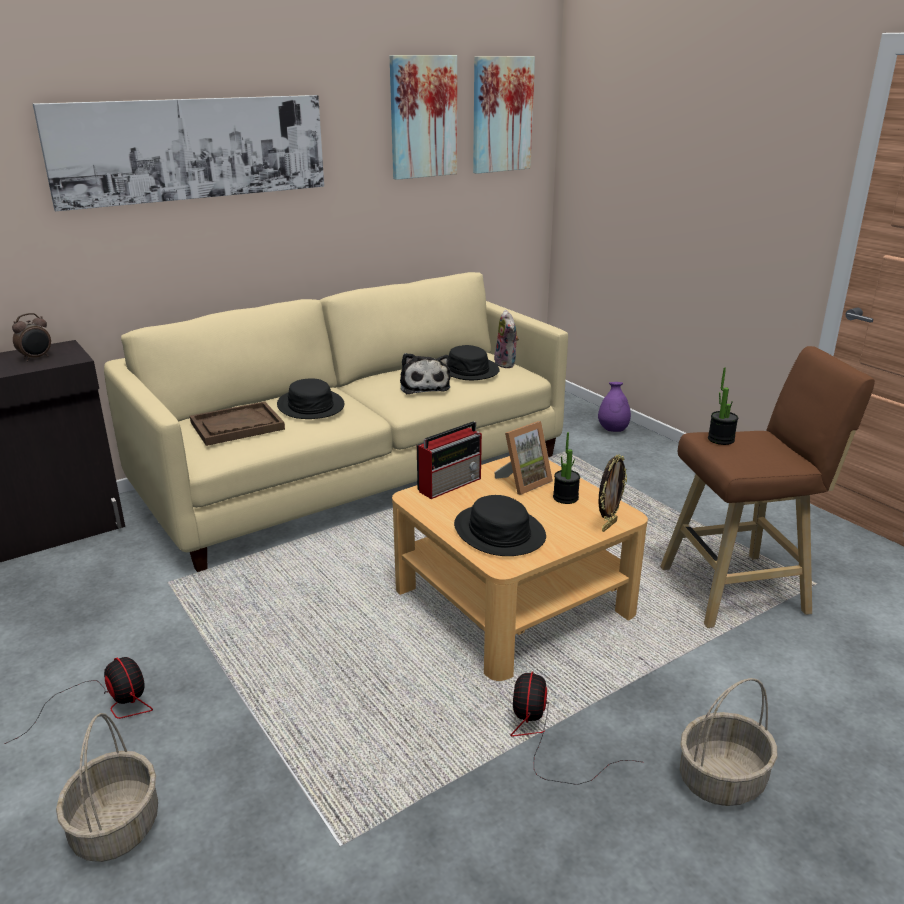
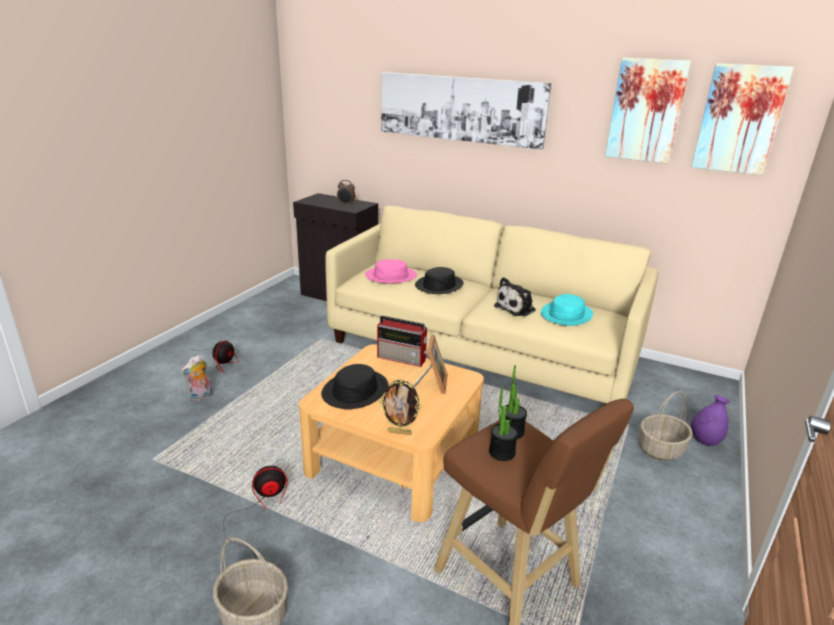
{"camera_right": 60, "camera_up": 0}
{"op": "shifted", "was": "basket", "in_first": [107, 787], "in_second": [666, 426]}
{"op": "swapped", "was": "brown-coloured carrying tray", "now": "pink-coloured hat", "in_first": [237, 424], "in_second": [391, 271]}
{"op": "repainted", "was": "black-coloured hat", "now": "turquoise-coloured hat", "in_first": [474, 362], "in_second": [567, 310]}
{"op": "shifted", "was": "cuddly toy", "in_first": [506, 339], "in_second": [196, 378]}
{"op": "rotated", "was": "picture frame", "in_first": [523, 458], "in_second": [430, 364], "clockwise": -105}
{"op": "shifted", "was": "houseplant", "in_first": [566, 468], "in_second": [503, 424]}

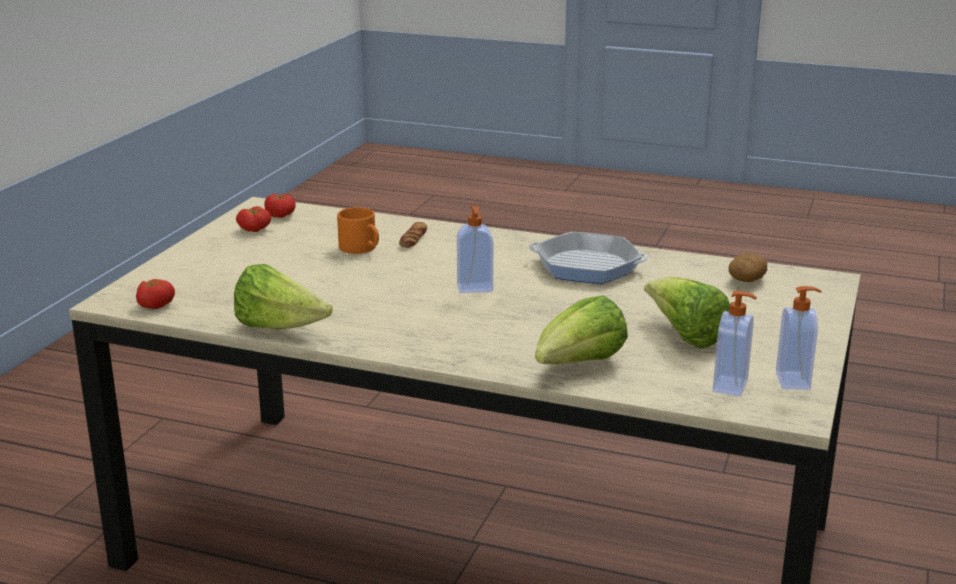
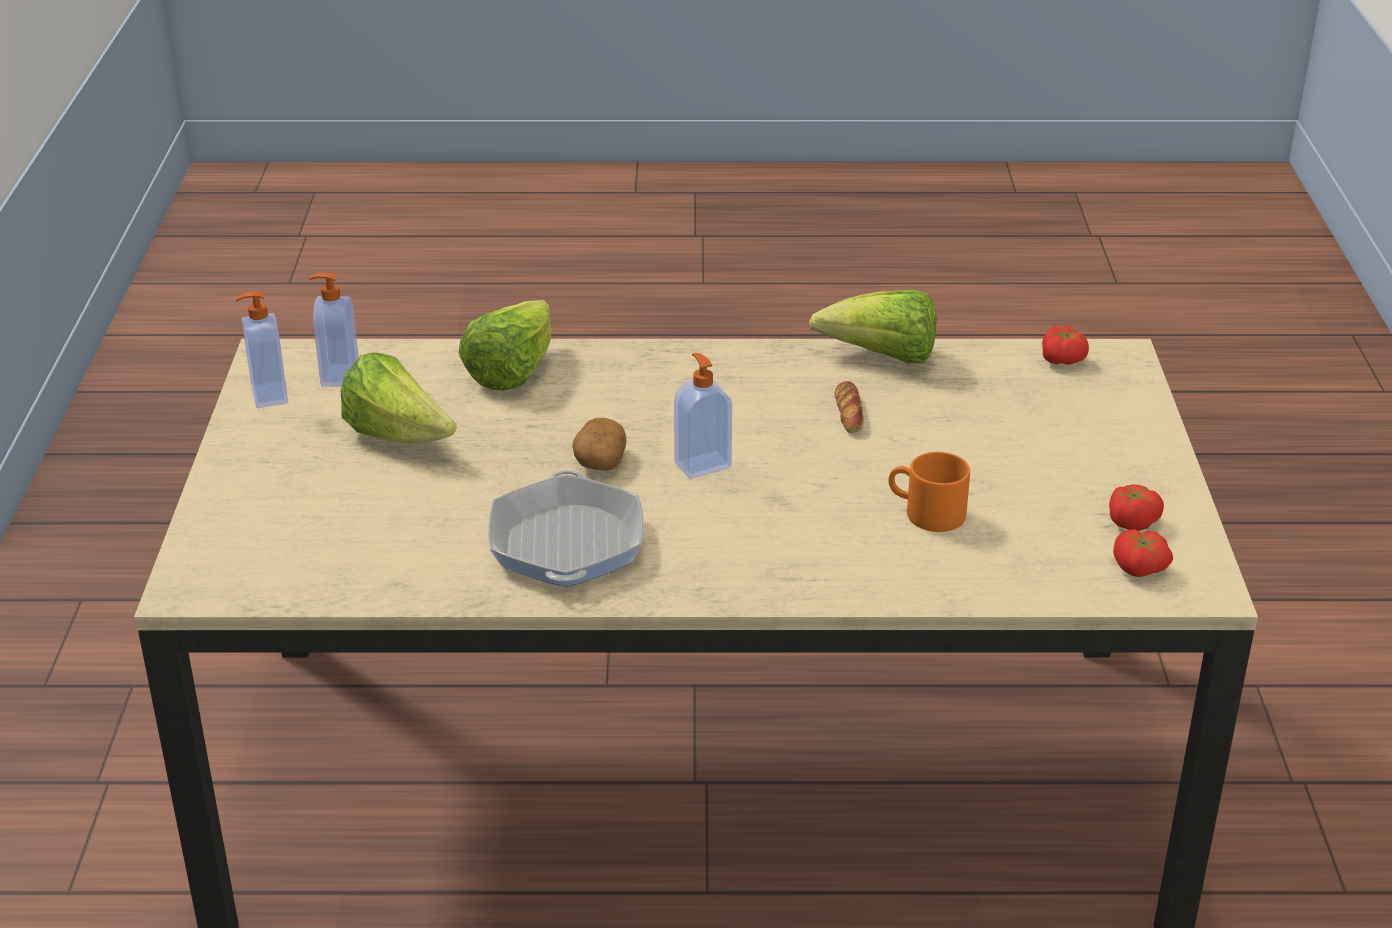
{"camera_right": 160, "camera_up": 10}
{"op": "shifted", "was": "bakery bread", "in_first": [413, 235], "in_second": [849, 407]}
{"op": "rotated", "was": "frying pan", "in_first": [588, 258], "in_second": [565, 528], "clockwise": -90}
{"op": "shifted", "was": "potato", "in_first": [748, 267], "in_second": [600, 444]}

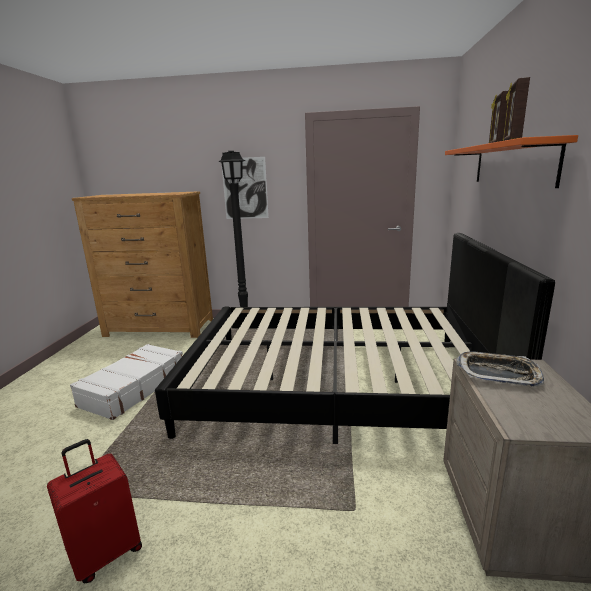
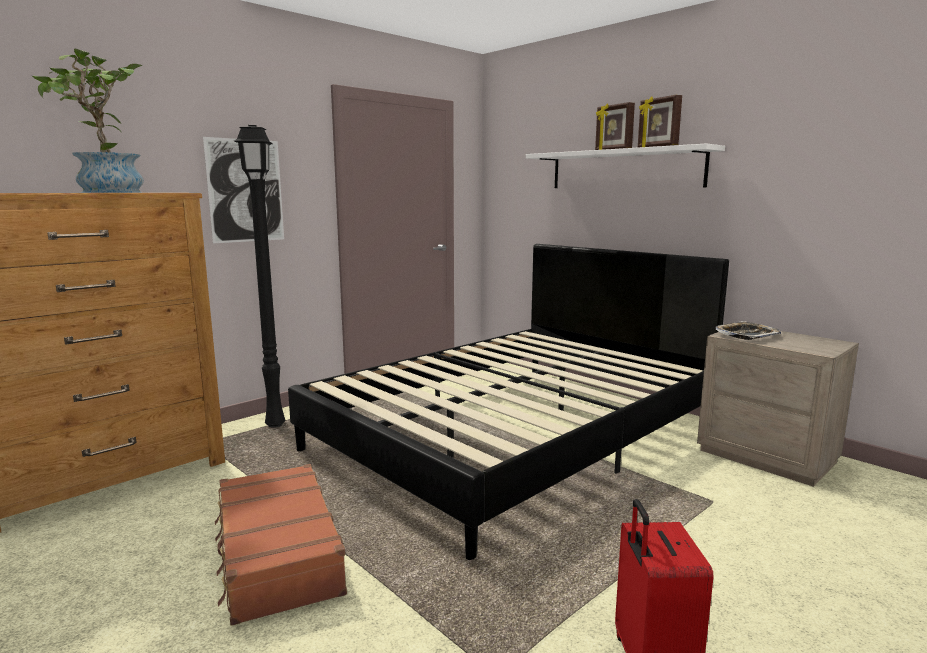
{"camera_right": -50, "camera_up": -5}
{"op": "repainted", "was": "white suitcase", "now": "brown-coloured suitcase", "in_first": [126, 382], "in_second": [281, 545]}
{"op": "repainted", "was": "orange-coloured shelf", "now": "white shelf", "in_first": [511, 161], "in_second": [625, 165]}
{"op": "new", "now": "houseplant", "in_second": [88, 121]}

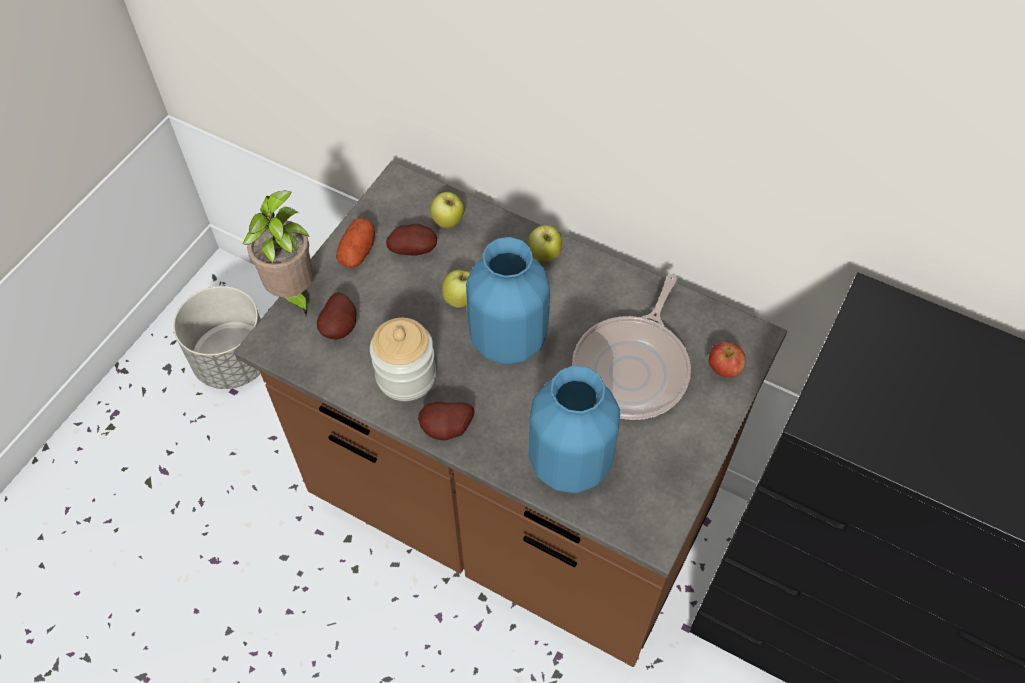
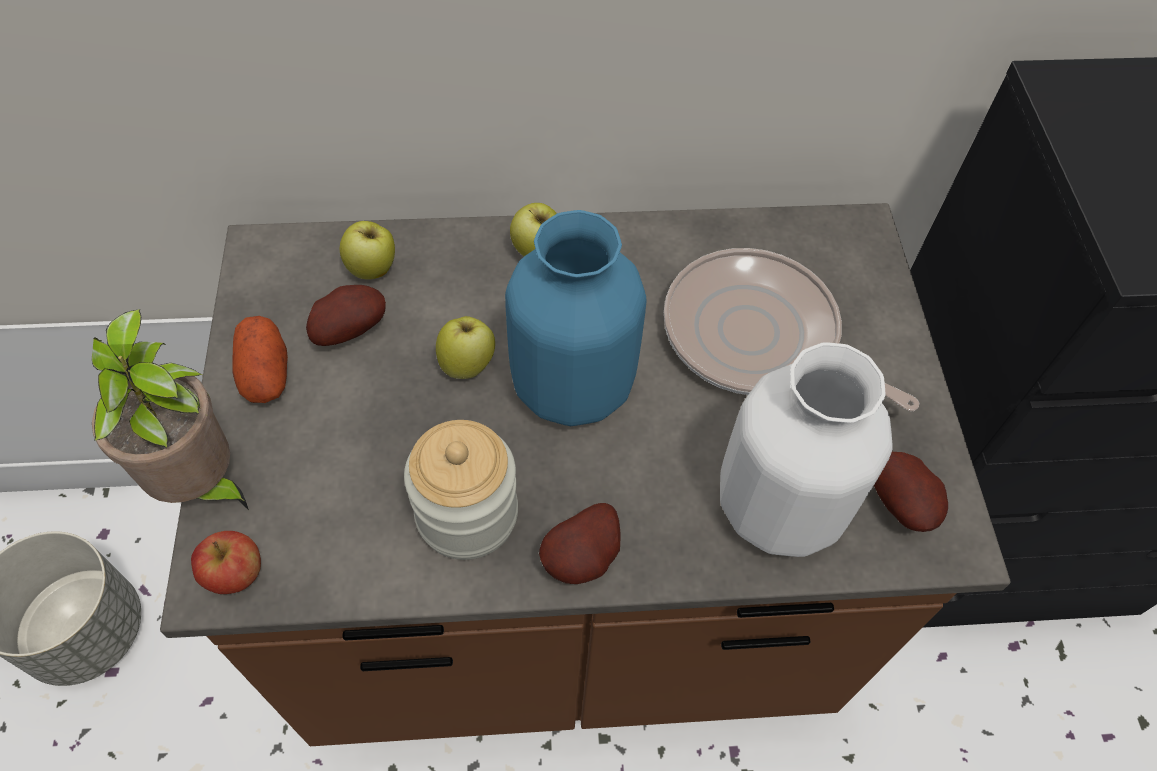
{"camera_right": -35, "camera_up": 0}
{"op": "shifted", "was": "potato", "in_first": [336, 316], "in_second": [911, 492]}
{"op": "repainted", "was": "blue-coloured flower vase", "now": "white flower vase", "in_first": [574, 429], "in_second": [806, 449]}
{"op": "rotated", "was": "frying pan", "in_first": [631, 347], "in_second": [791, 329], "clockwise": 135}
{"op": "shifted", "was": "apple fruit", "in_first": [727, 360], "in_second": [226, 562]}

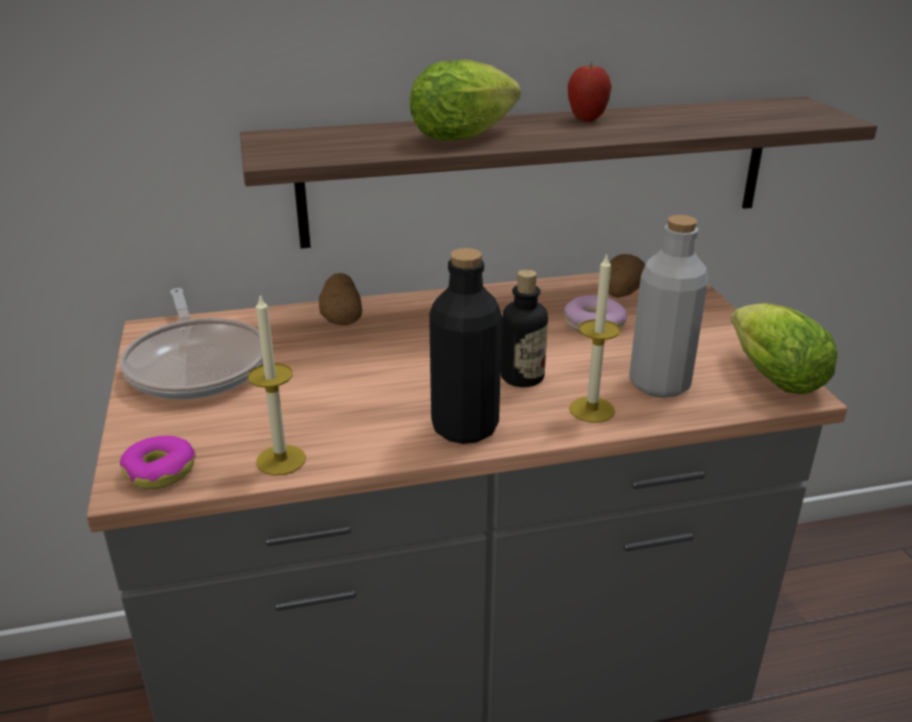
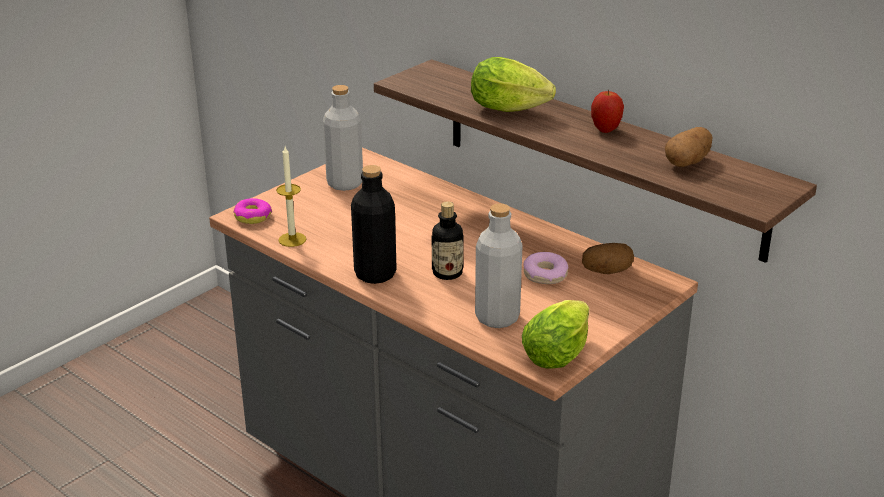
{"camera_right": 55, "camera_up": 0}
{"op": "swapped", "was": "frying pan", "now": "greyish beverage bottle", "in_first": [191, 344], "in_second": [343, 138]}
{"op": "shifted", "was": "potato", "in_first": [340, 299], "in_second": [688, 147]}
{"op": "gone", "was": "wax candle", "in_first": [594, 338]}

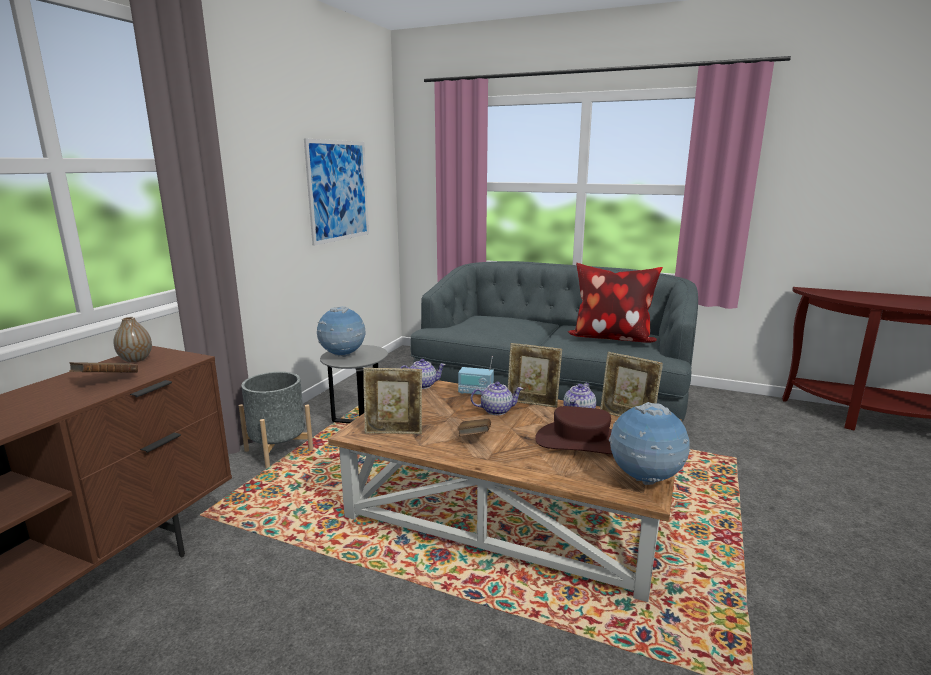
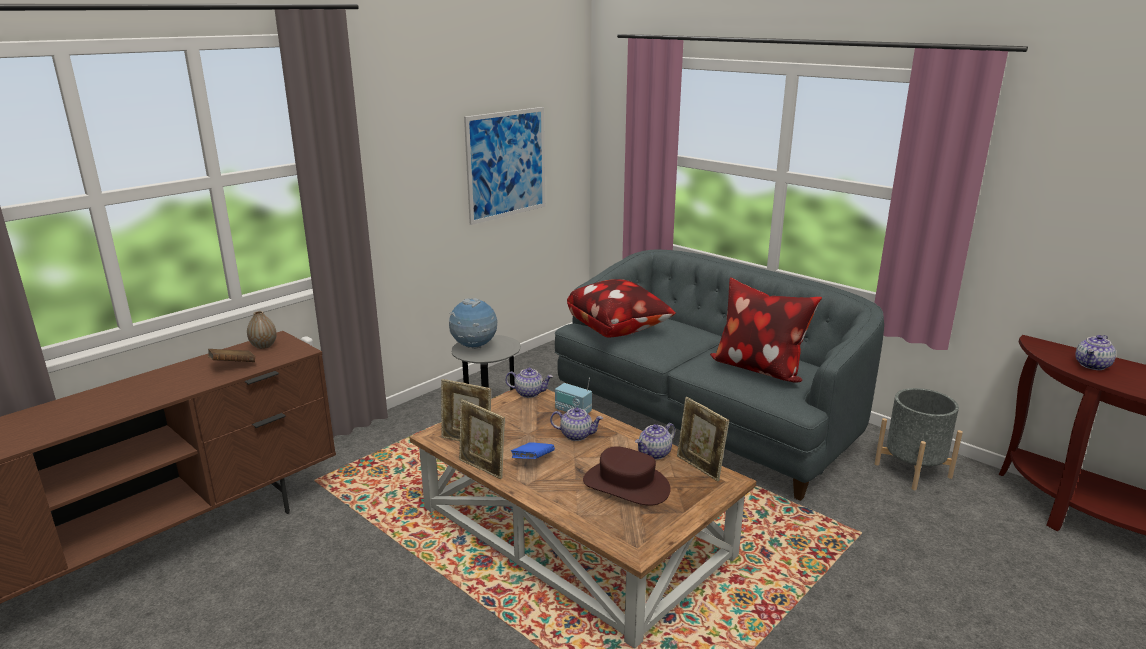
{"camera_right": 20, "camera_up": 5}
{"op": "shifted", "was": "greyish planter", "in_first": [276, 420], "in_second": [919, 439]}
{"op": "repainted", "was": "brown-coloured book", "now": "blue-coloured book", "in_first": [474, 427], "in_second": [533, 450]}
{"op": "shifted", "was": "picture frame", "in_first": [535, 375], "in_second": [482, 439]}
{"op": "gone", "was": "desk globe", "in_first": [649, 443]}
{"op": "new", "now": "pillow", "in_second": [621, 308]}
{"op": "new", "now": "teapot", "in_second": [1095, 352]}

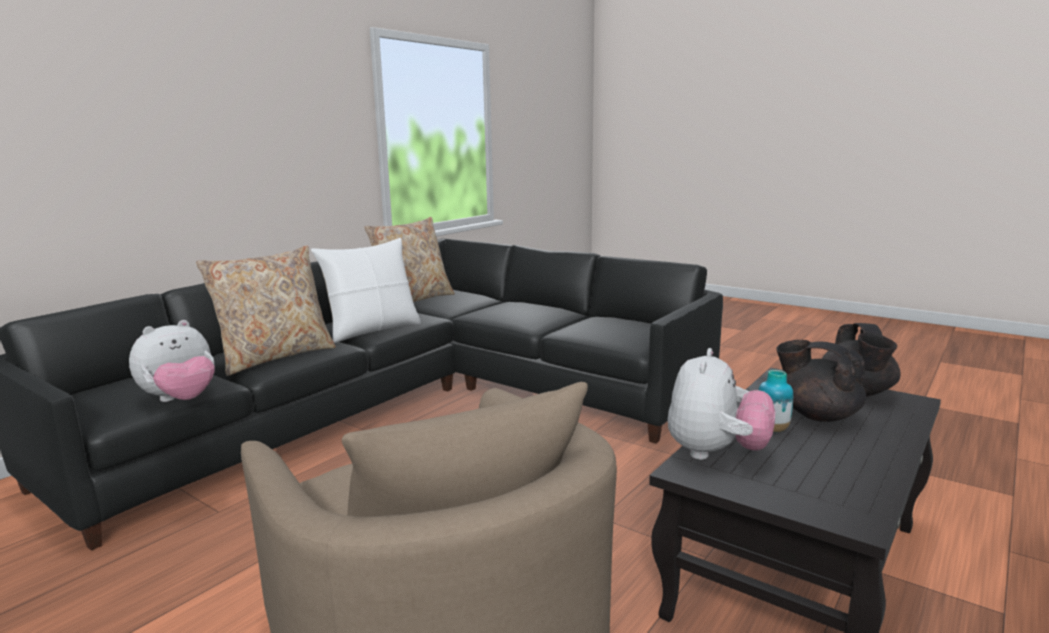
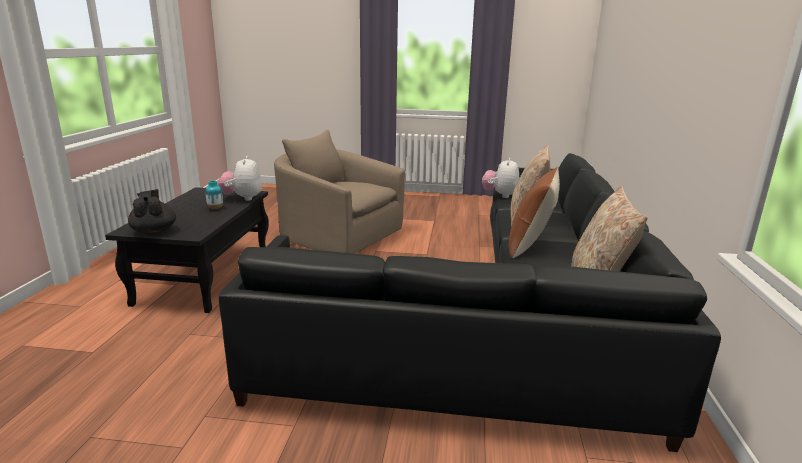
{"camera_right": 150, "camera_up": 5}
{"op": "repainted", "was": "white pillow", "now": "brown-coloured pillow", "in_first": [366, 290], "in_second": [534, 212]}
{"op": "gone", "was": "black-coloured teapot", "in_first": [821, 381]}

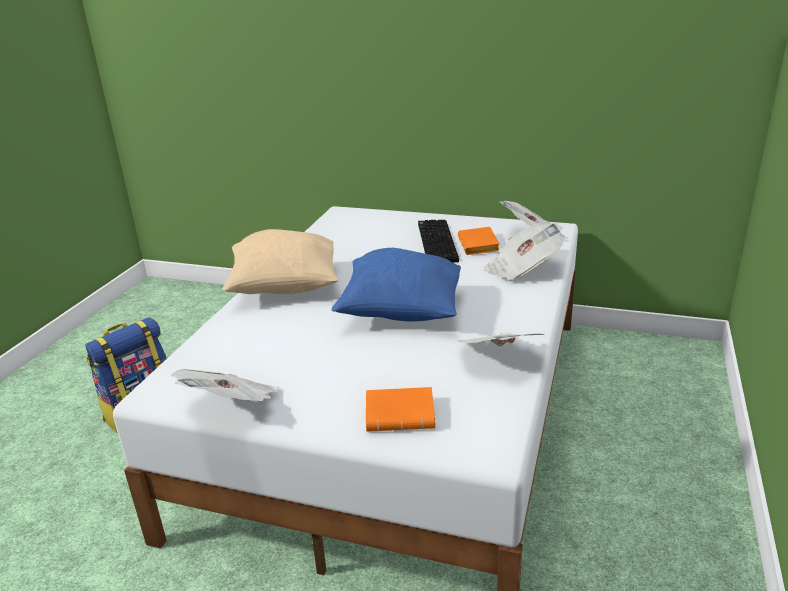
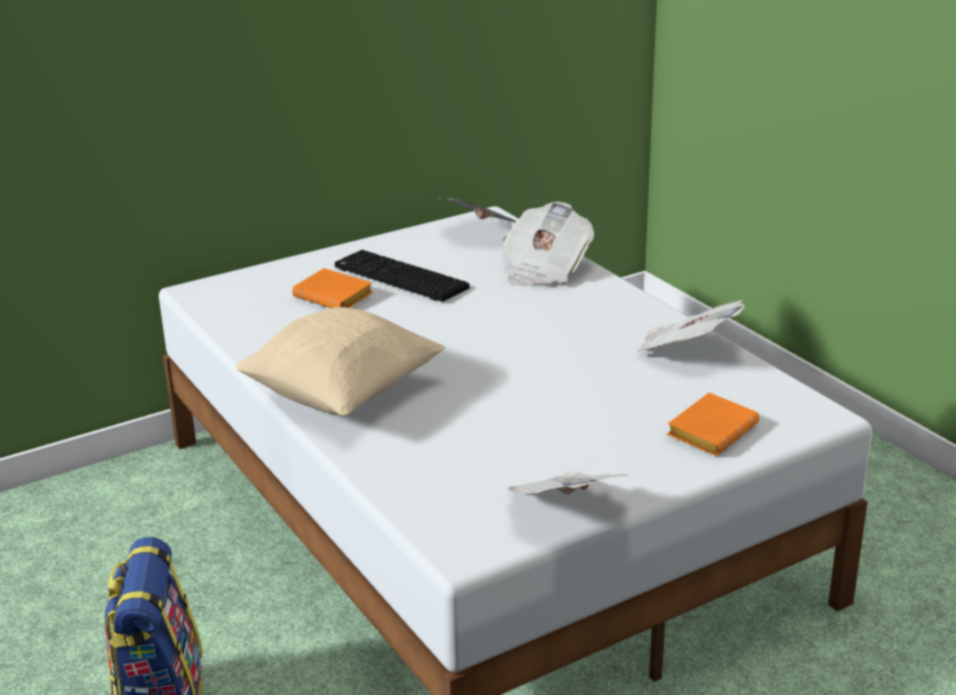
{"camera_right": -50, "camera_up": 0}
{"op": "gone", "was": "blue-coloured pillow", "in_first": [396, 285]}
{"op": "shifted", "was": "orange-coloured book", "in_first": [479, 241], "in_second": [332, 288]}

